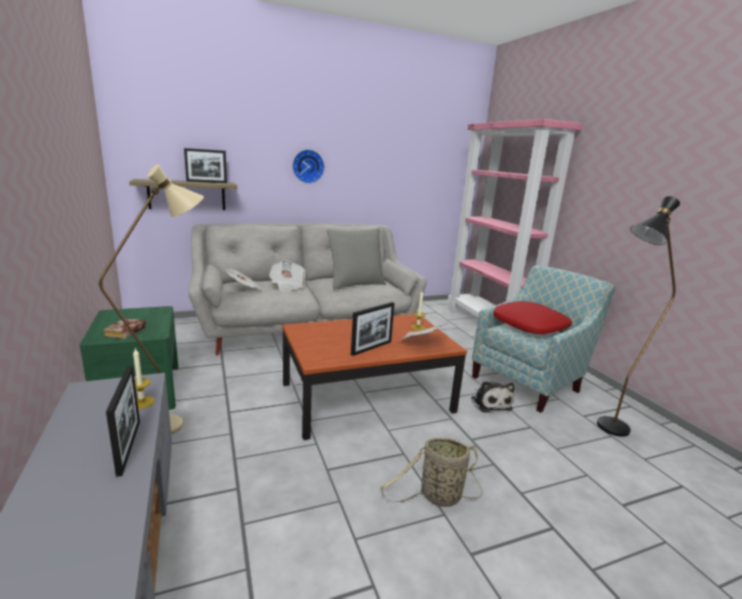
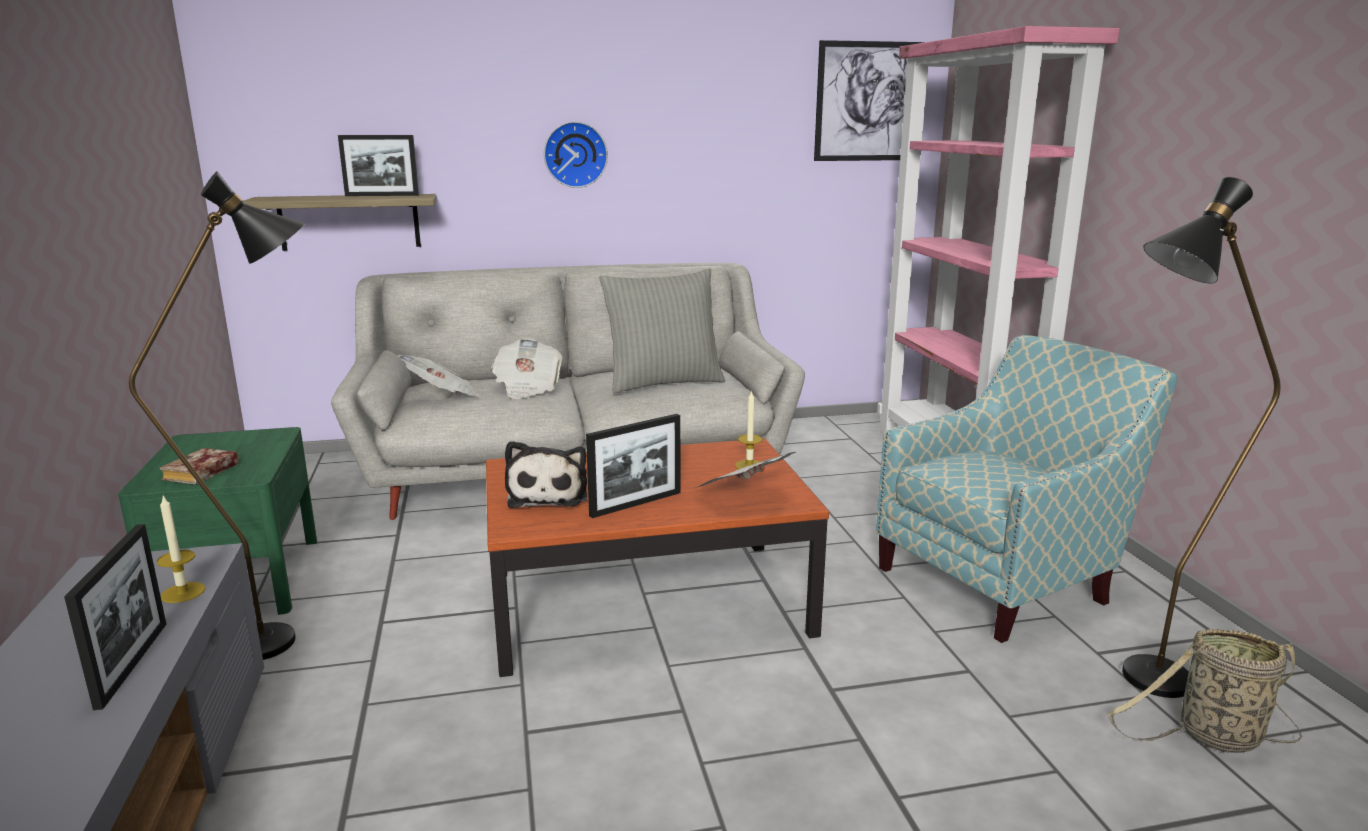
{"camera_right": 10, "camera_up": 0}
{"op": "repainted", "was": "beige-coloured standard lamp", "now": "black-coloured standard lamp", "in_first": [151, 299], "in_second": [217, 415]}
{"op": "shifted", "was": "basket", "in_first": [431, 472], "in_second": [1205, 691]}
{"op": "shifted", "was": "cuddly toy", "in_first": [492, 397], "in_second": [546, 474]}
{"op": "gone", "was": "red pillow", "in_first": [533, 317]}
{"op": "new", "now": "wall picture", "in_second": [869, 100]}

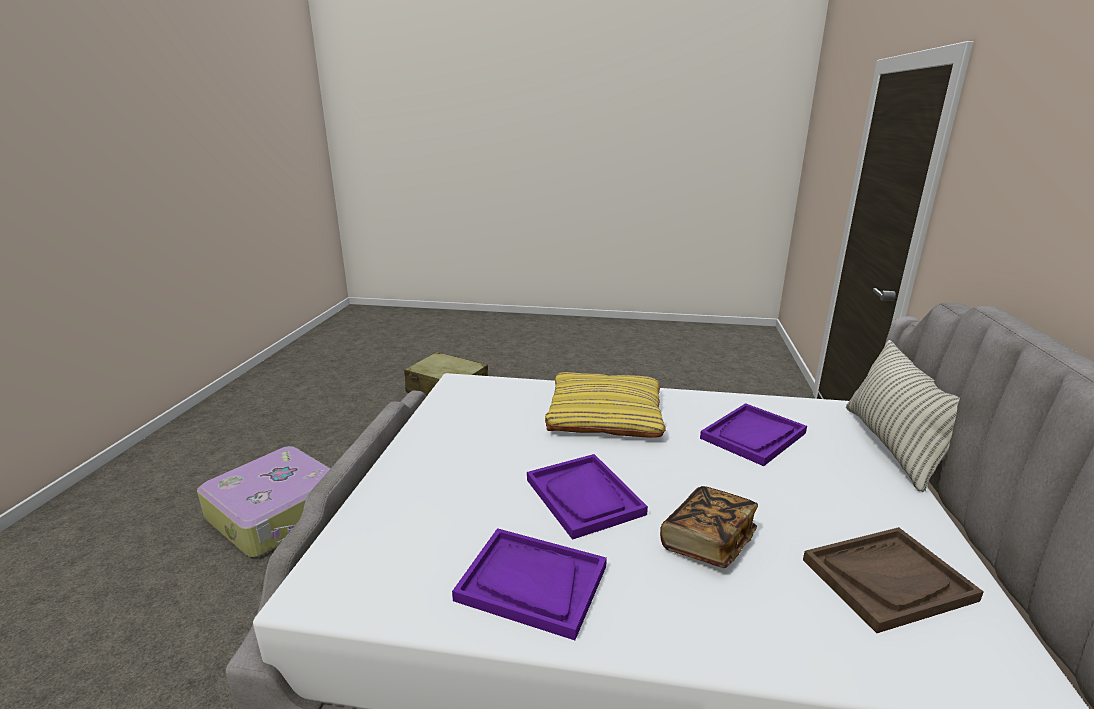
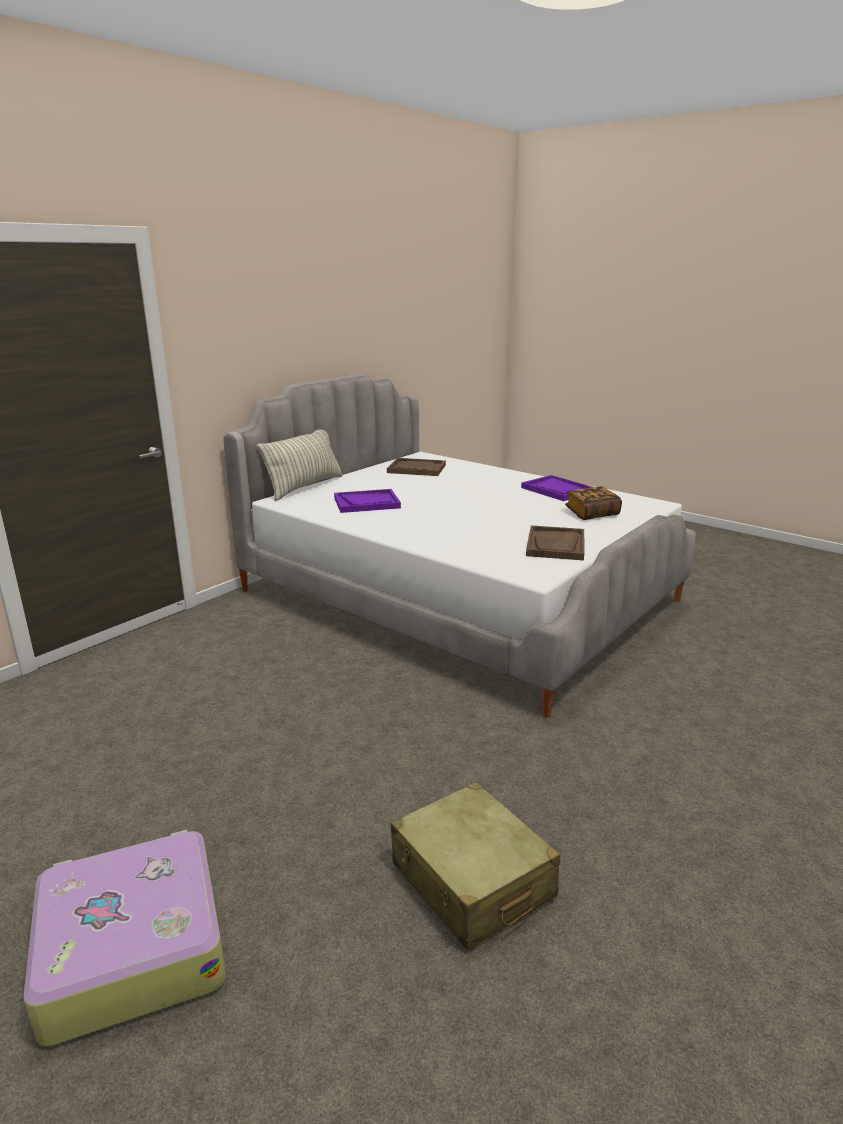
{"camera_right": -150, "camera_up": 0}
{"op": "shifted", "was": "suitcase", "in_first": [264, 501], "in_second": [124, 938]}
{"op": "gone", "was": "purplish carrying tray", "in_first": [587, 497]}
{"op": "gone", "was": "yellow pillow", "in_first": [605, 405]}
{"op": "shifted", "was": "book", "in_first": [709, 527], "in_second": [593, 503]}
{"op": "new", "now": "brown-coloured carrying tray", "in_second": [555, 543]}

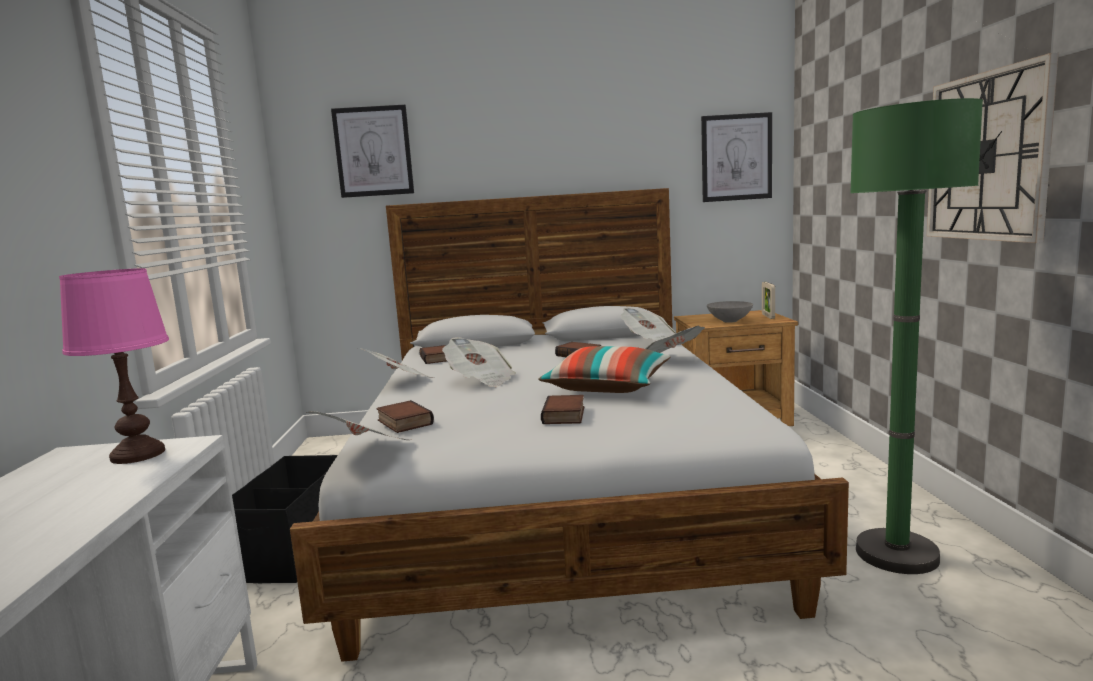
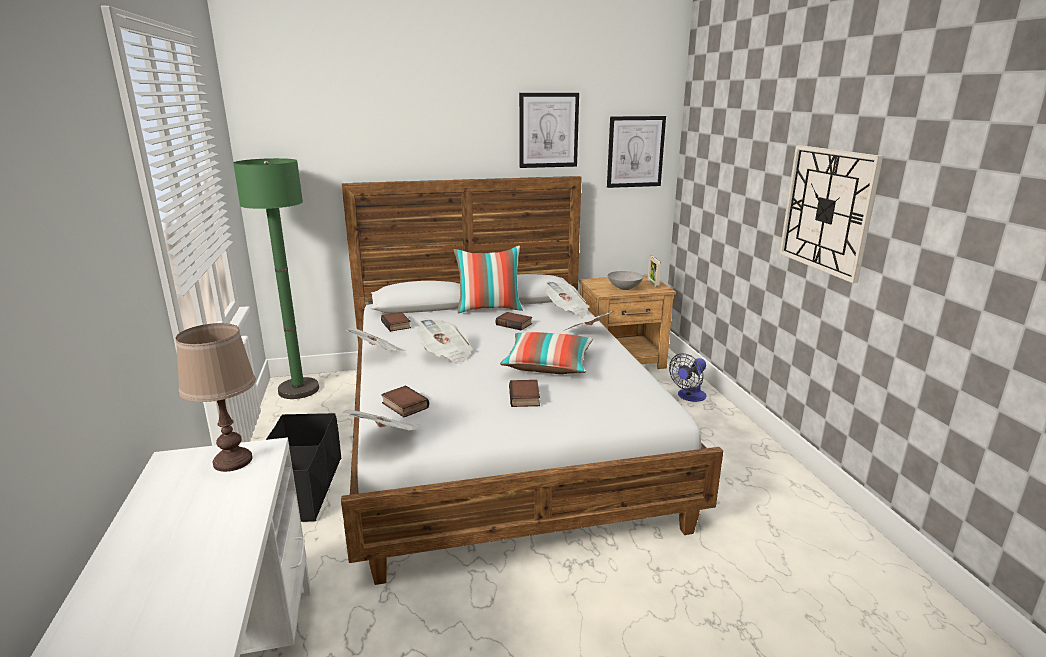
{"camera_right": -10, "camera_up": 10}
{"op": "repainted", "was": "pink-coloured lamp for a table", "now": "brown-coloured lamp for a table", "in_first": [114, 366], "in_second": [216, 397]}
{"op": "shifted", "was": "wall picture", "in_first": [372, 151], "in_second": [549, 130]}
{"op": "shifted", "was": "greenish standard lamp", "in_first": [916, 336], "in_second": [276, 278]}
{"op": "new", "now": "pillow", "in_second": [488, 279]}
{"op": "new", "now": "fan", "in_second": [687, 377]}

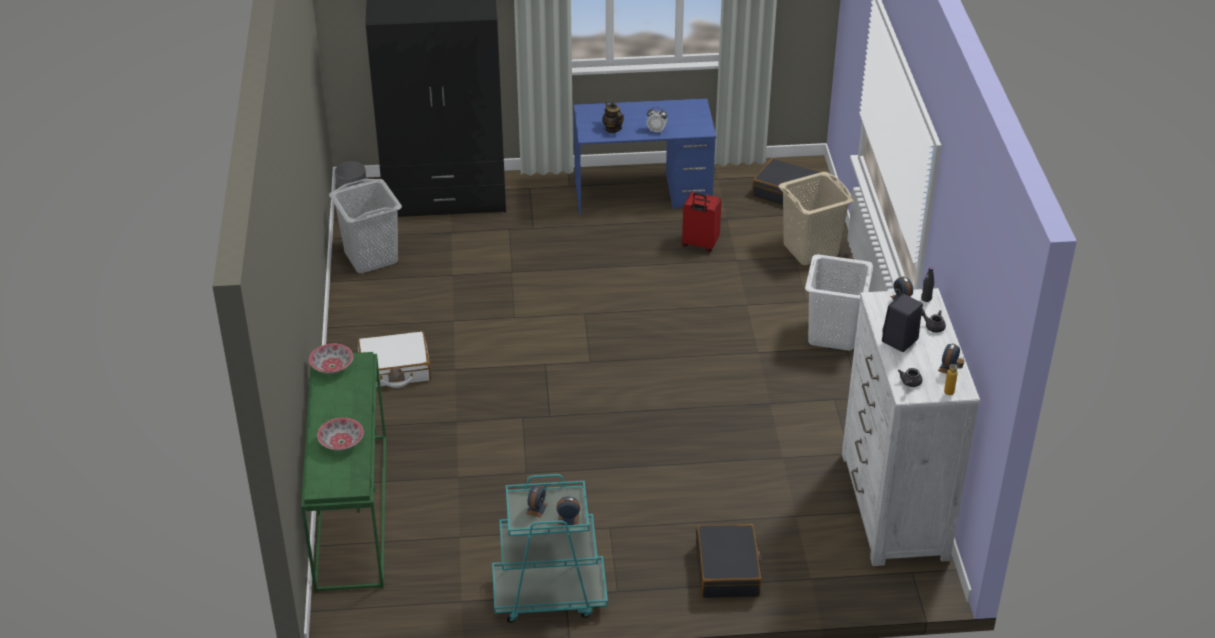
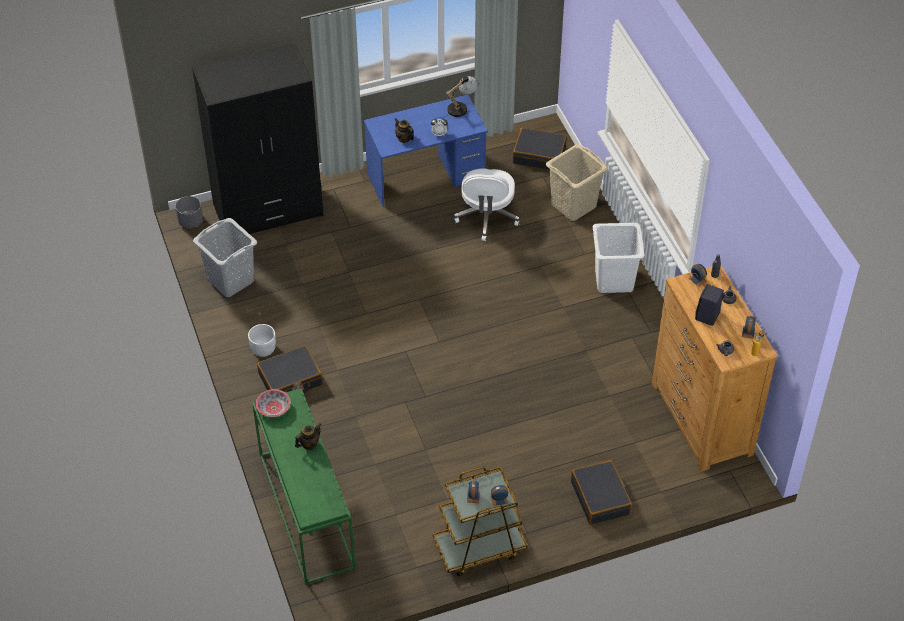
{"camera_right": -15, "camera_up": 10}
{"op": "gone", "was": "deep dish", "in_first": [340, 434]}
{"op": "repainted", "was": "white suitcase", "now": "black-coloured suitcase", "in_first": [394, 359], "in_second": [290, 369]}
{"op": "repainted", "was": "turquoise-coloured cart", "now": "brown-coloured cart", "in_first": [550, 548], "in_second": [480, 521]}
{"op": "swapped", "was": "red suitcase", "now": "white office chair", "in_first": [702, 222], "in_second": [487, 205]}
{"op": "repainted", "was": "white chest of drawers", "now": "brown-coloured chest of drawers", "in_first": [911, 427], "in_second": [715, 369]}
{"op": "new", "now": "white planter", "in_second": [262, 340]}
{"op": "new", "now": "teapot", "in_second": [308, 436]}
{"op": "new", "now": "lamp for a table", "in_second": [461, 97]}

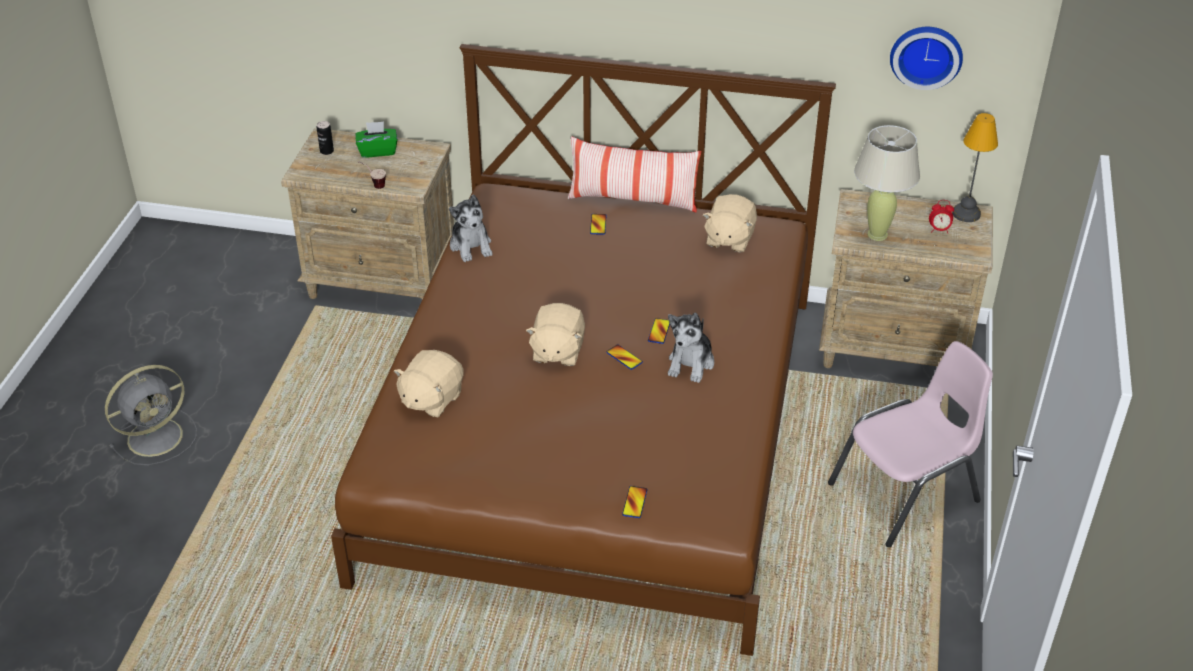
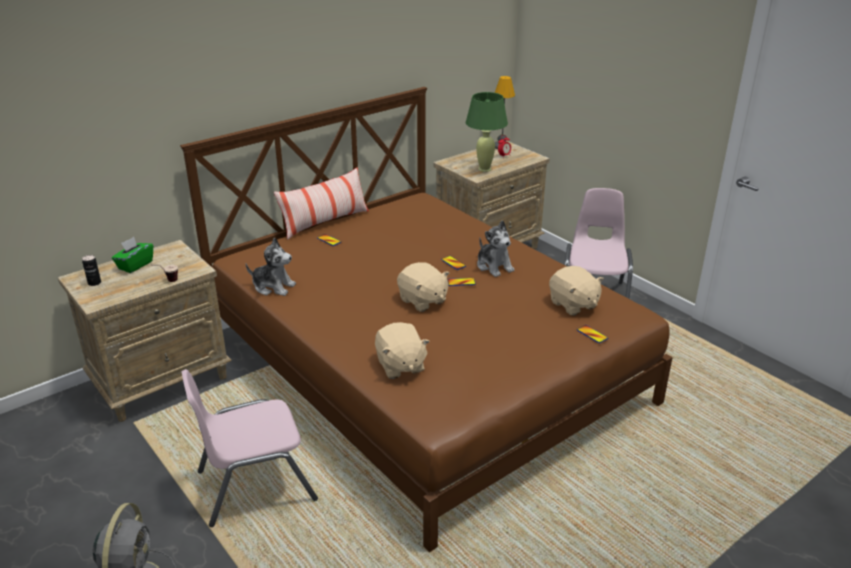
{"camera_right": -50, "camera_up": -10}
{"op": "shifted", "was": "beige-coloured cuddly toy", "in_first": [730, 223], "in_second": [576, 291]}
{"op": "repainted", "was": "beige-coloured lamp for a table", "now": "greenish lamp for a table", "in_first": [887, 183], "in_second": [487, 132]}
{"op": "gone", "was": "wall clock", "in_first": [926, 58]}
{"op": "new", "now": "pink-coloured upright chair", "in_second": [250, 448]}

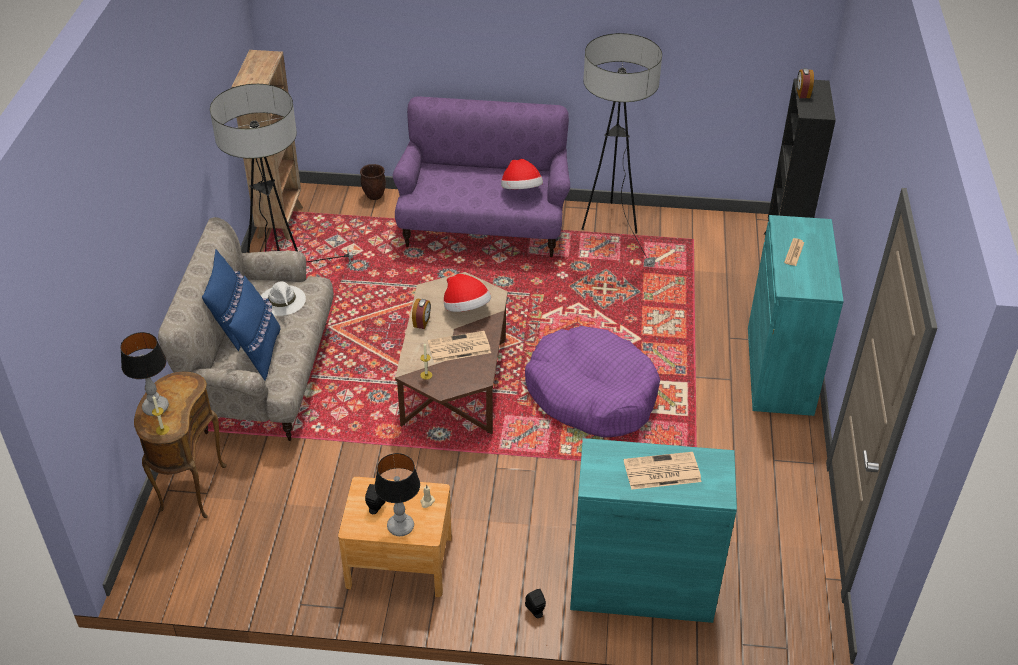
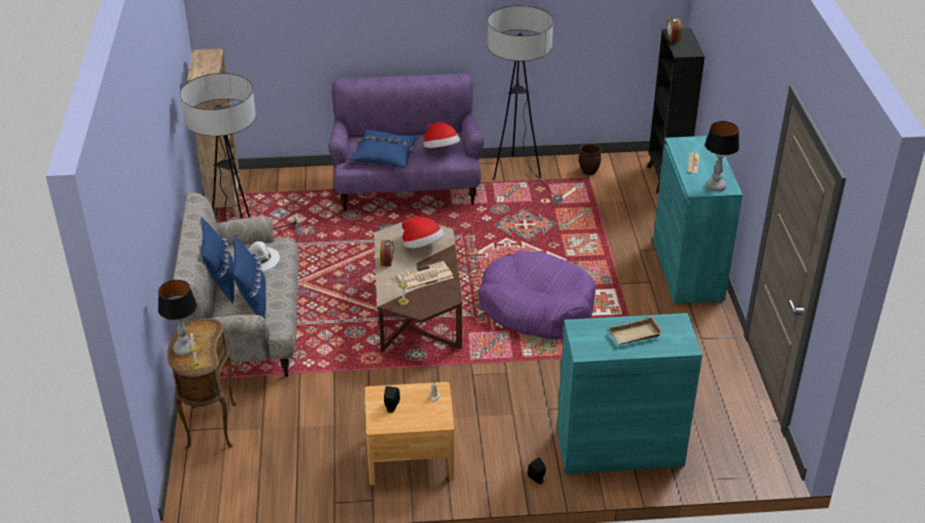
{"camera_right": -10, "camera_up": -5}
{"op": "shifted", "was": "brown-coloured planter", "in_first": [373, 182], "in_second": [590, 159]}
{"op": "shifted", "was": "lamp for a table", "in_first": [397, 494], "in_second": [722, 156]}
{"op": "swapped", "was": "newspaper", "now": "beige-coloured carrying tray", "in_first": [662, 471], "in_second": [635, 330]}
{"op": "new", "now": "blue-coloured pillow", "in_second": [383, 148]}

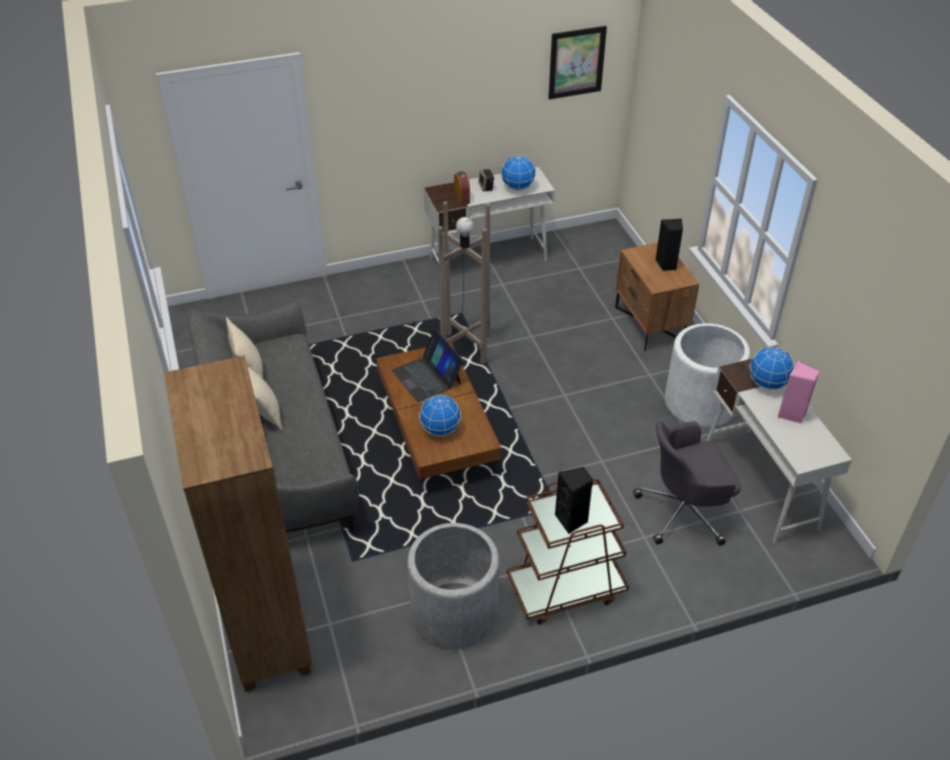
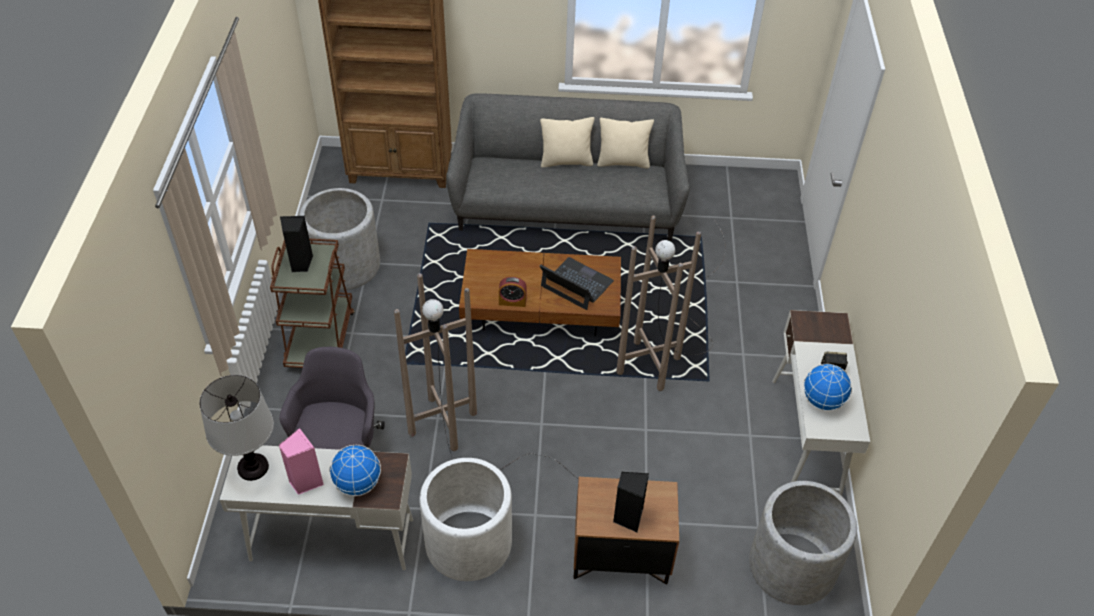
{"camera_right": 110, "camera_up": 5}
{"op": "rotated", "was": "portable computer", "in_first": [428, 366], "in_second": [577, 283], "clockwise": 45}
{"op": "gone", "was": "desk globe", "in_first": [440, 415]}
{"op": "shifted", "was": "table clock", "in_first": [462, 188], "in_second": [513, 291]}
{"op": "gone", "was": "wall picture", "in_first": [577, 63]}
{"op": "new", "now": "lamp for a table", "in_second": [236, 428]}
{"op": "new", "now": "brown-coloured standard lamp", "in_second": [536, 381]}
{"op": "new", "now": "greyish planter", "in_second": [803, 543]}

